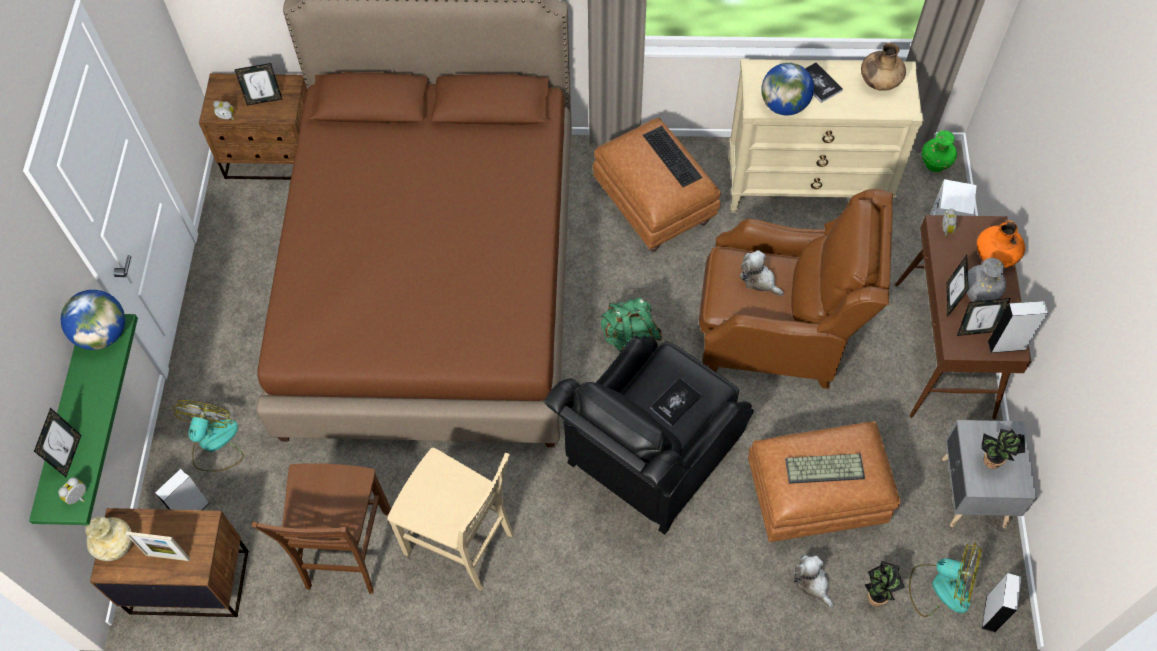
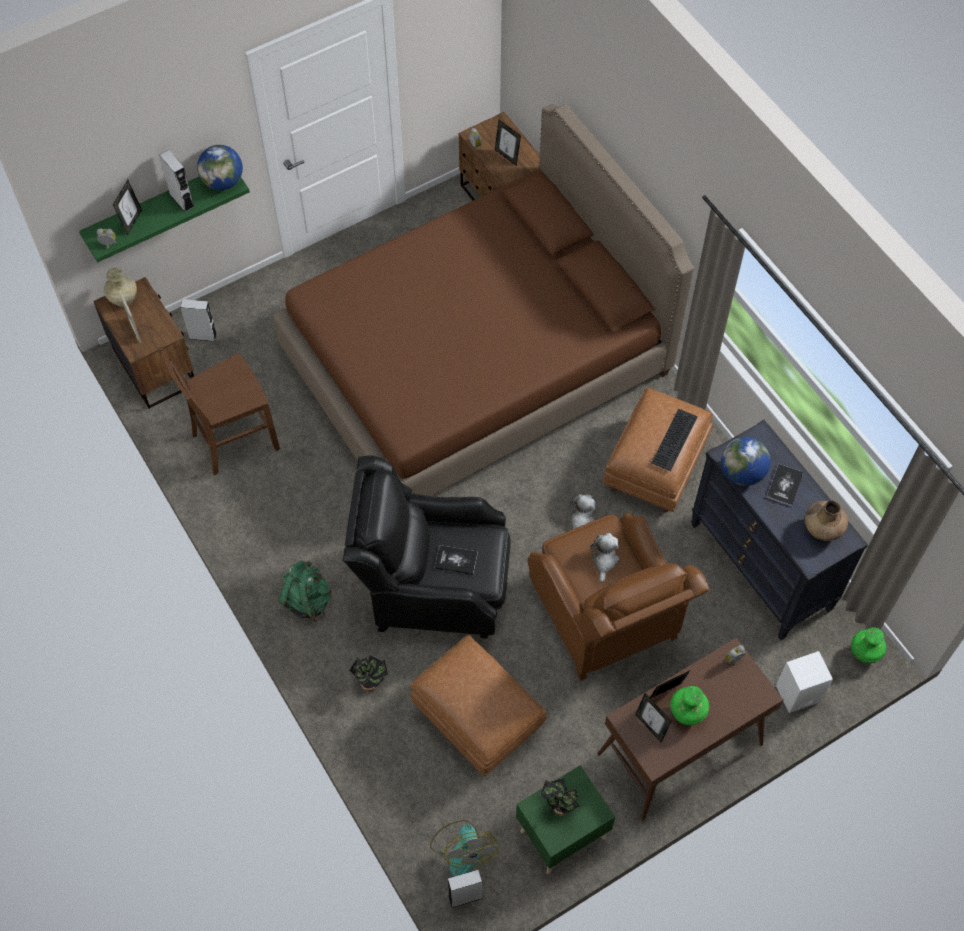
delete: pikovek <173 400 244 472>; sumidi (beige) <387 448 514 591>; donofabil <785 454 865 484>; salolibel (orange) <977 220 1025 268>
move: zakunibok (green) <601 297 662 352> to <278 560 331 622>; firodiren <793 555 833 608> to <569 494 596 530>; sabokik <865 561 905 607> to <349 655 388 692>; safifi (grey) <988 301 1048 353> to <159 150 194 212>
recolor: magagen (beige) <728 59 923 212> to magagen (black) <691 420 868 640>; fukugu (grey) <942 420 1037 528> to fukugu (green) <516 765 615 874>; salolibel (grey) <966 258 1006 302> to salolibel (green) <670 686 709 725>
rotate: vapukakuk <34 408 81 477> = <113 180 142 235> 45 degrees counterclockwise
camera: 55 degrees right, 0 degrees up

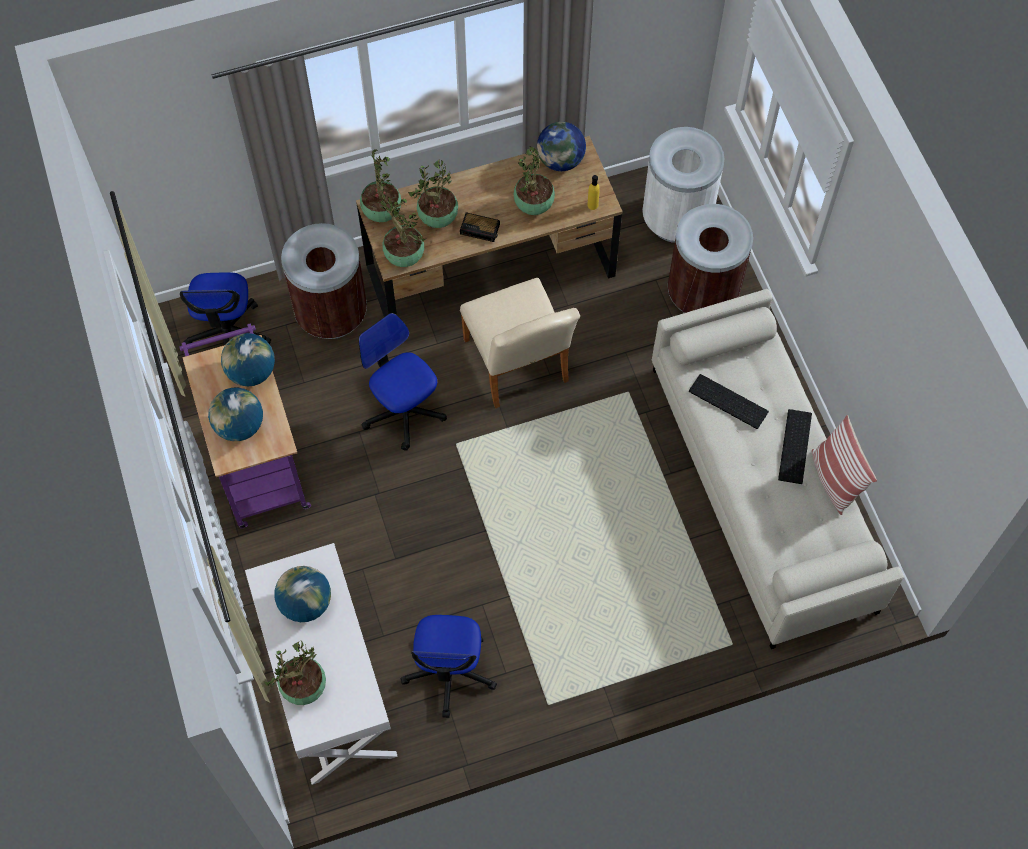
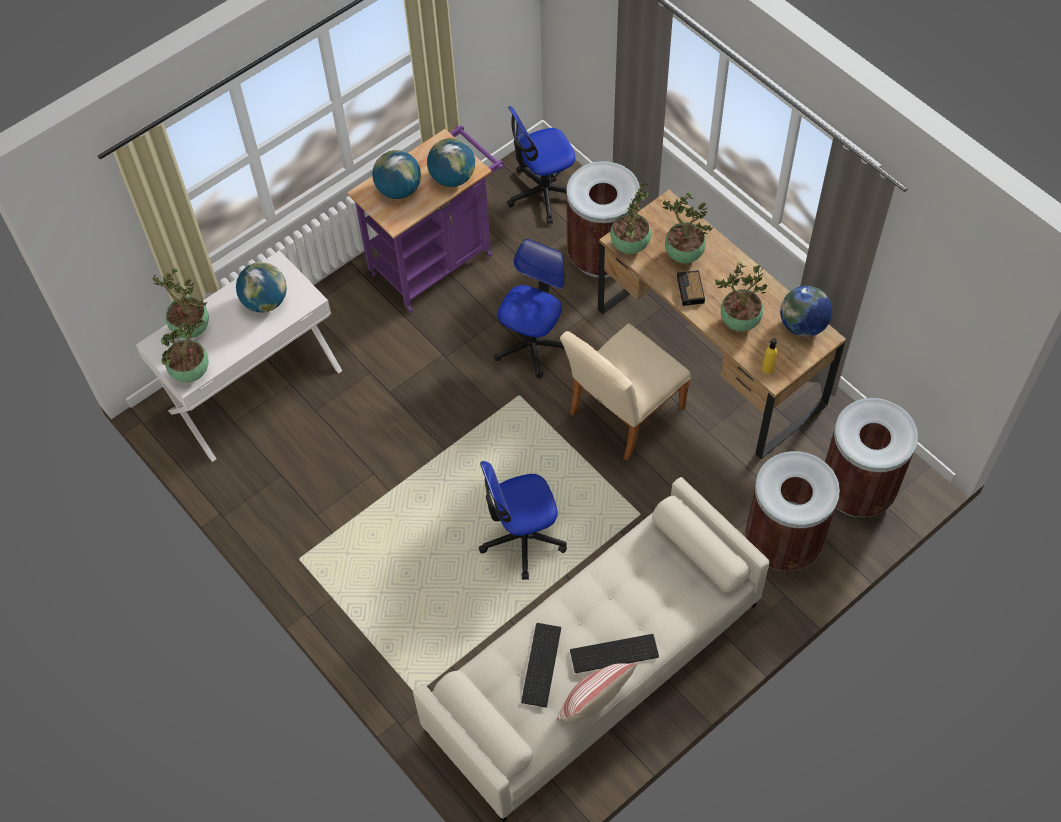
move: sabokik <360 149 401 222> to <161 319 209 382>; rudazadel <401 615 497 718> to <479 461 567 580>; donofabil <689 374 769 429> to <521 623 561 707>
recolor: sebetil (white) <642 127 724 243> to sebetil (brown) <825 398 918 517>
camera: 70 degrees right, 5 degrees down

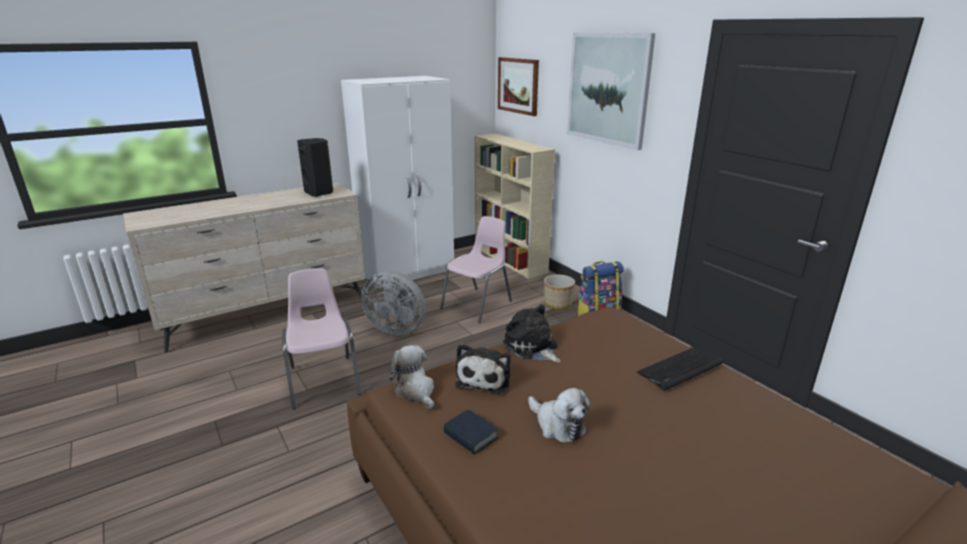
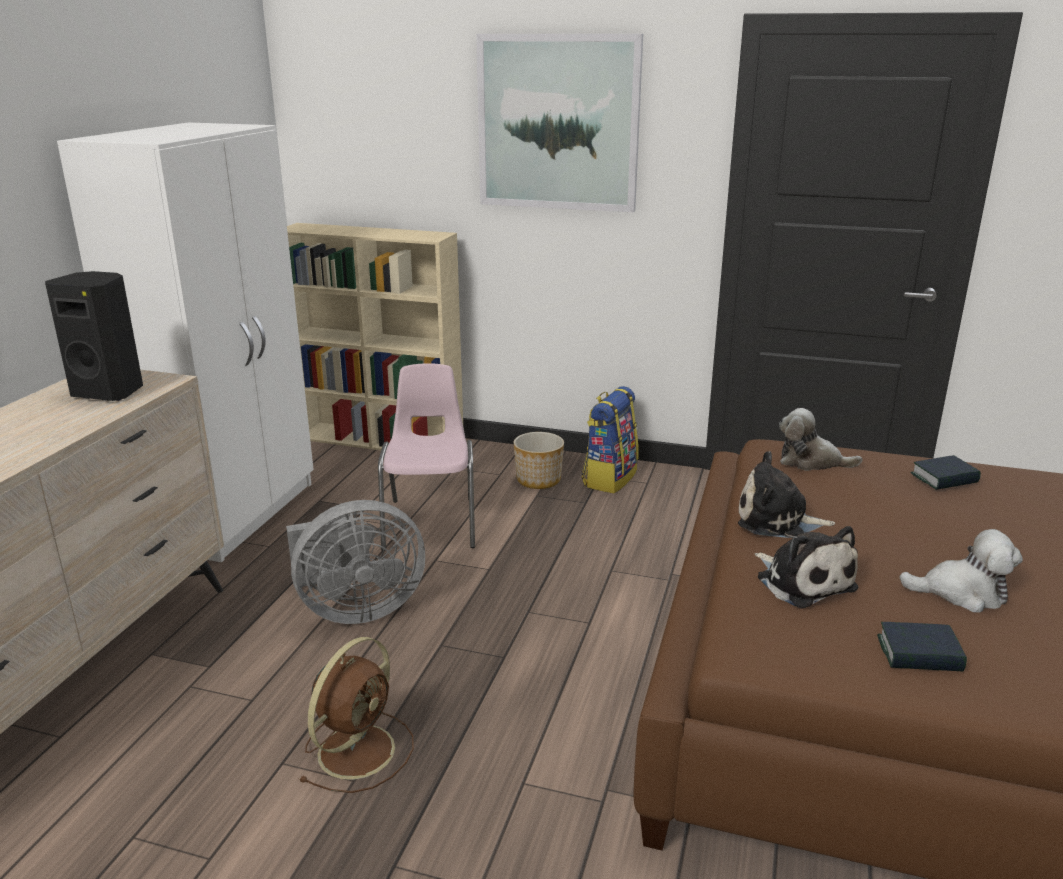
delete: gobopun <498 57 539 116>
move: firodiren <389 345 434 409> to <779 408 862 471>
replace: sumidi (pink) <282 268 361 409> to pikovek (brown) <299 637 414 793>; donofabil <637 347 724 390> to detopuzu <910 455 981 490>
camera: 40 degrees left, 0 degrees up

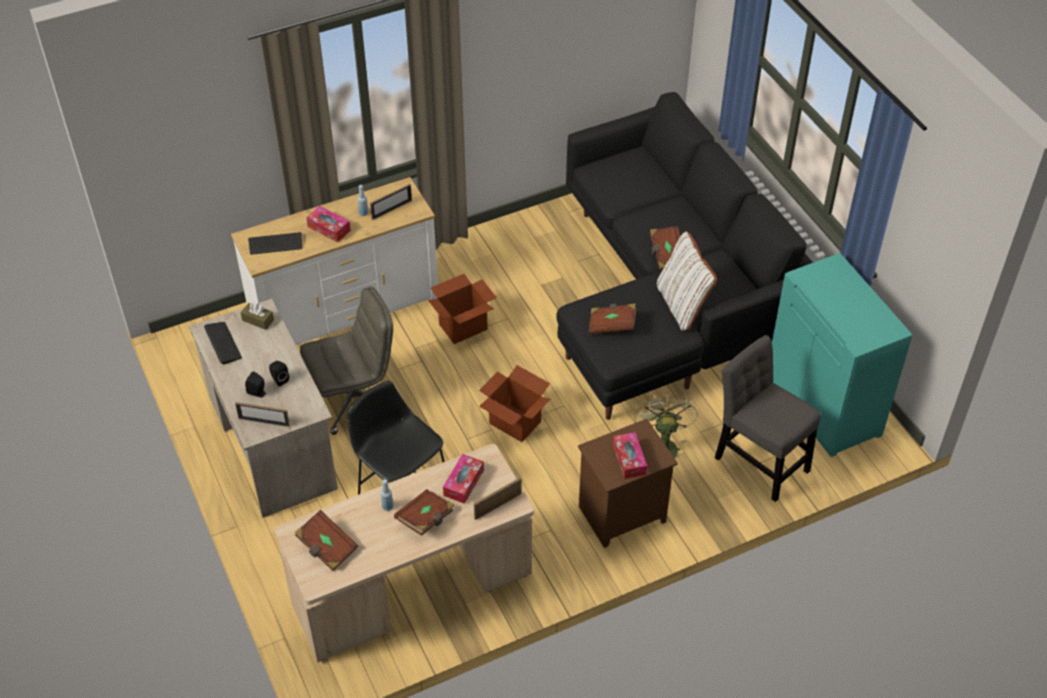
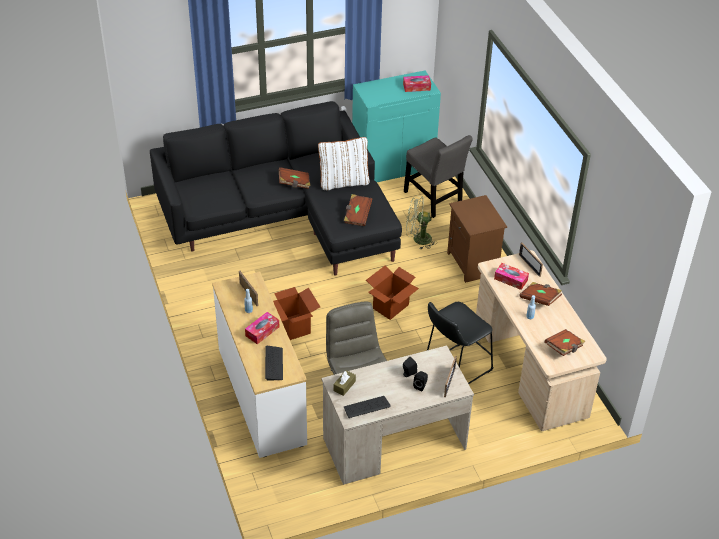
move: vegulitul <613 432 647 479> to <403 75 431 92>
rotate: sumidi (grey) <715 335 821 502> = <404 135 473 218> 90 degrees counterclockwise
camera: 85 degrees left, 5 degrees down

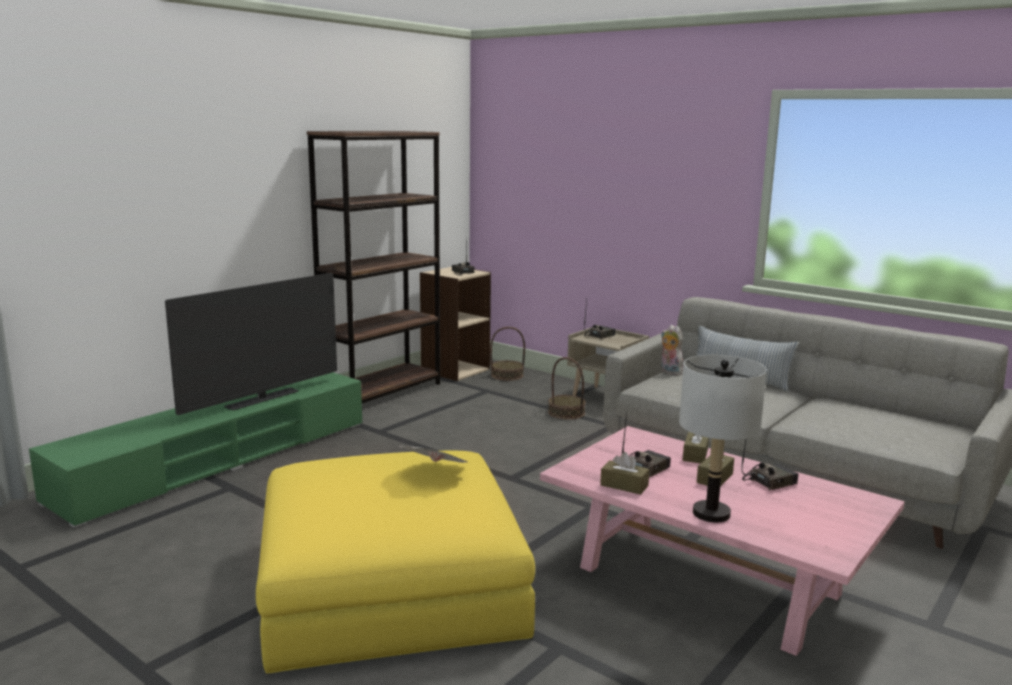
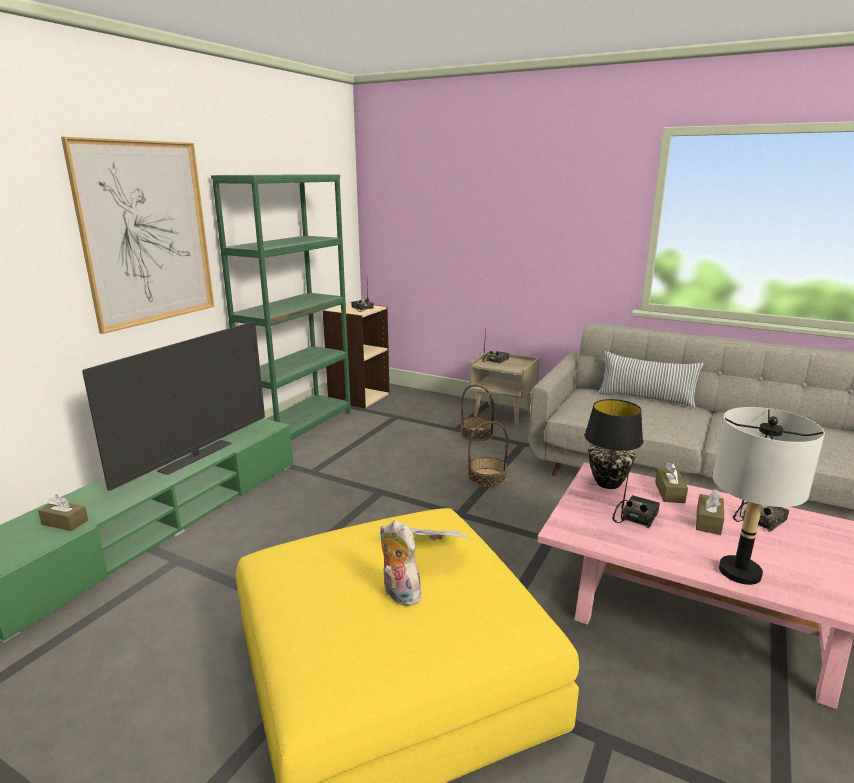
insert: gobopun <61 137 214 334>; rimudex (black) <584 399 643 489>
move: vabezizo <490 327 525 381> to <468 421 508 487>; vegulitul (brown) <600 452 650 494> to <38 494 88 531>; firodiren <661 325 683 375> to <380 520 425 606>
recolor: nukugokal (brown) <307 131 440 403> to nukugokal (green) <211 174 351 440>
camera: 10 degrees left, 5 degrees up

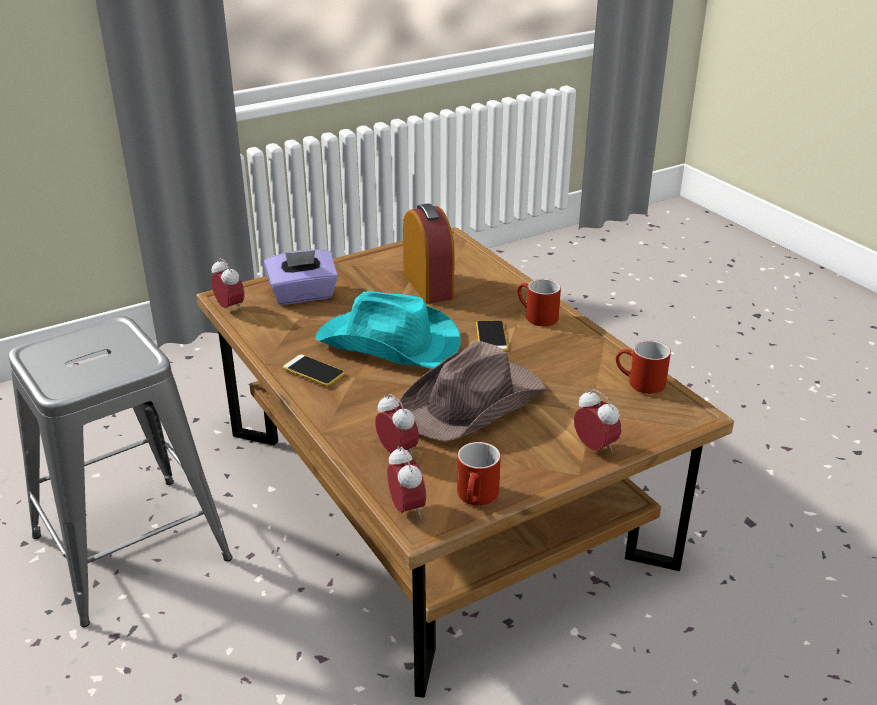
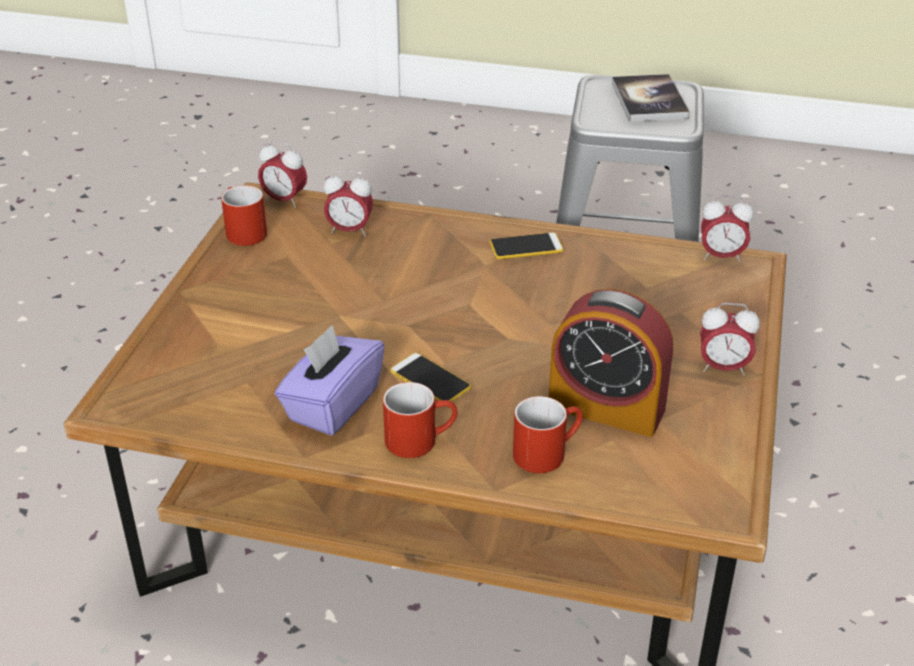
delete: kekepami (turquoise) <316 291 461 369>; kekepami (brown) <398 341 547 442>
insert: detopuzu <612 74 689 122>
move: vegulitul (purple) <264 250 338 305> to <275 325 385 436>; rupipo <574 389 621 453> to <700 303 760 376>; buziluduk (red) <616 340 671 394> to <513 396 583 473>
camera: 135 degrees right, 5 degrees up

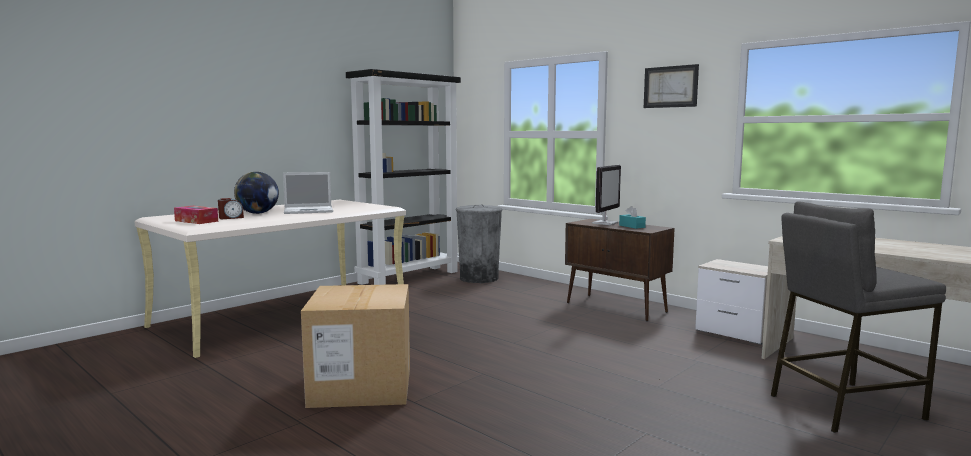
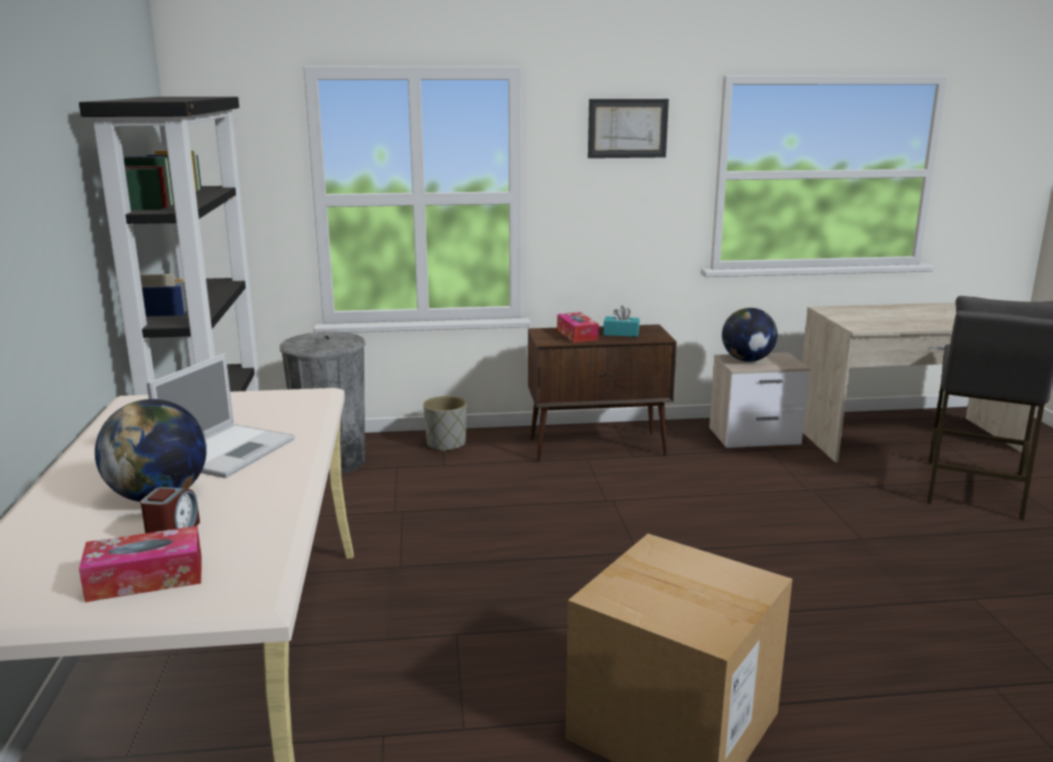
insert: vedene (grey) <423 396 467 452>; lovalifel <722 308 777 362>
replace: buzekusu <592 165 621 225> to vegulitul <557 312 599 343>
camera: 50 degrees left, 10 degrees up

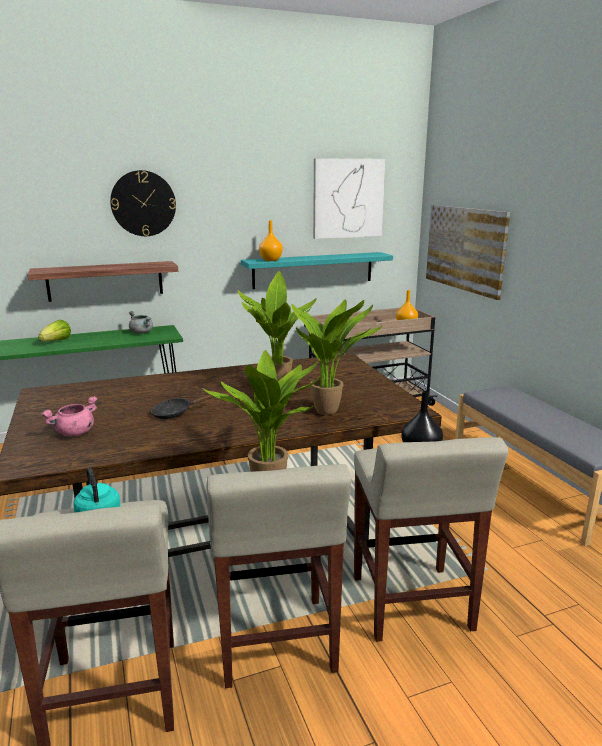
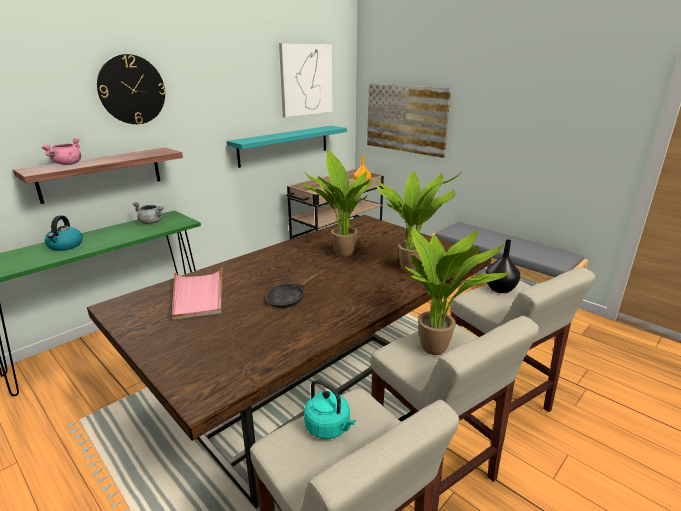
delete: salolibel (orange) <259 221 283 261>
insert: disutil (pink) <172 267 222 321>
move: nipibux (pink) <41 396 97 436> to <41 138 81 165>
replace: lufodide <38 320 71 341> to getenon <45 216 83 251>
camera: 25 degrees left, 5 degrees up

